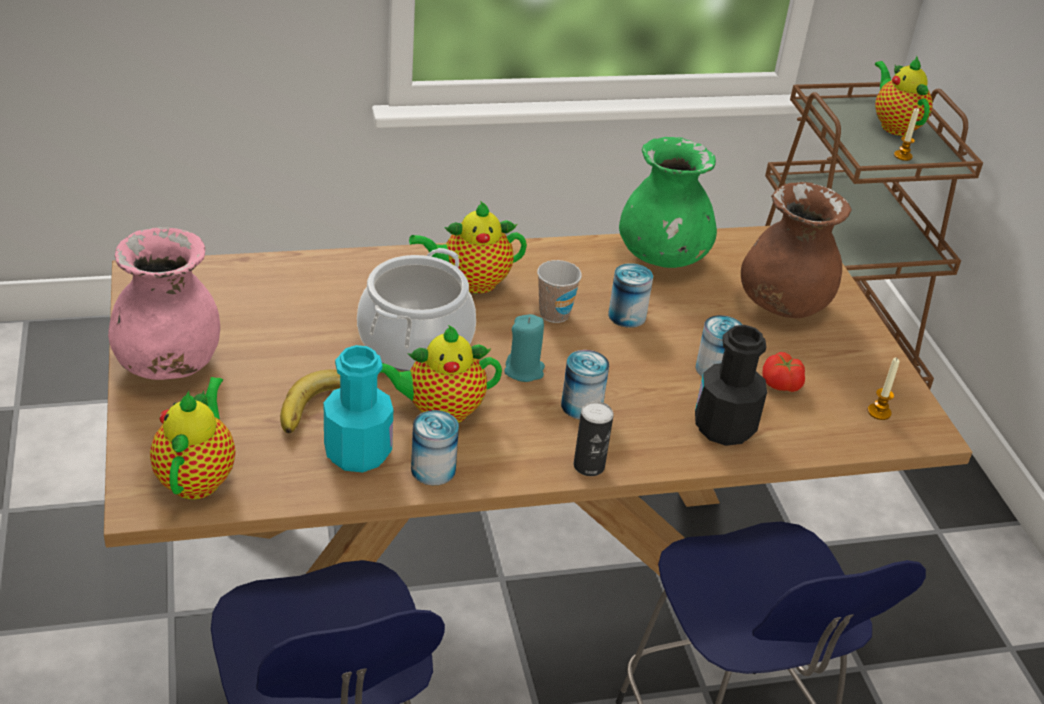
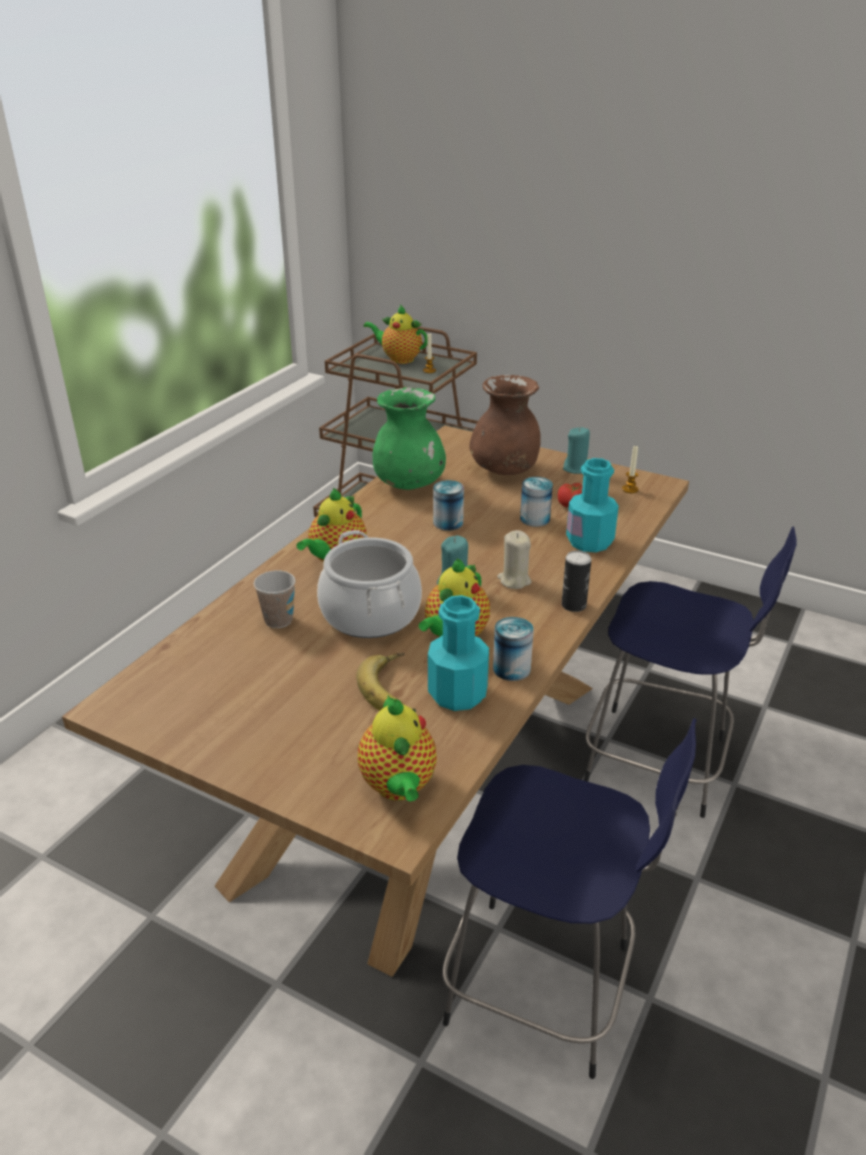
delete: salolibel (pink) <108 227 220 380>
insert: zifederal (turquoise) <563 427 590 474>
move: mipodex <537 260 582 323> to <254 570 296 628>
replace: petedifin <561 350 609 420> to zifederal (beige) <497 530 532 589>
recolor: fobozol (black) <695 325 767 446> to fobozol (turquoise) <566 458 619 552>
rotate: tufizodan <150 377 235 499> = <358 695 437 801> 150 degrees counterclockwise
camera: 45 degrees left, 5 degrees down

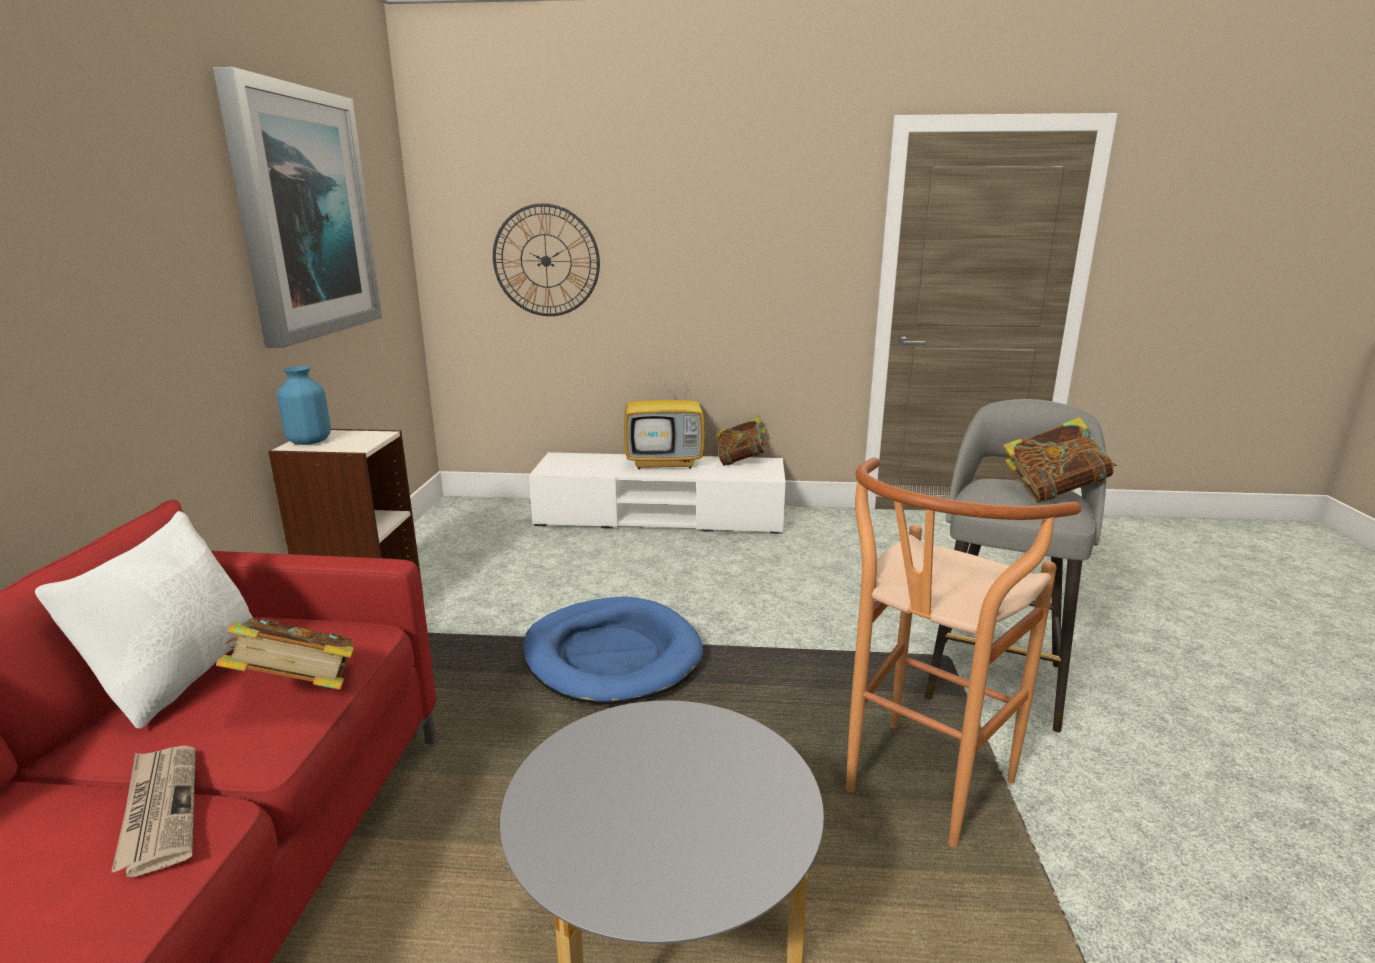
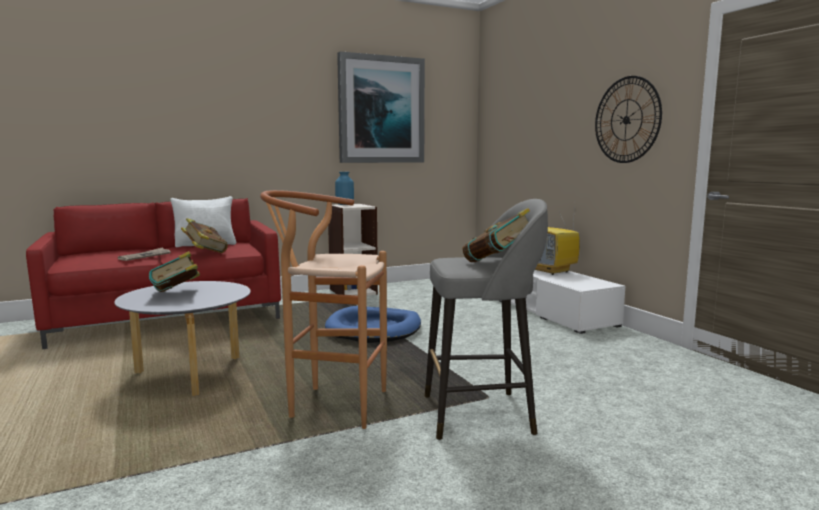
move: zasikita <493 203 600 316> to <595 76 662 163>; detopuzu <716 417 769 466> to <149 251 200 292>
camera: 60 degrees right, 10 degrees down

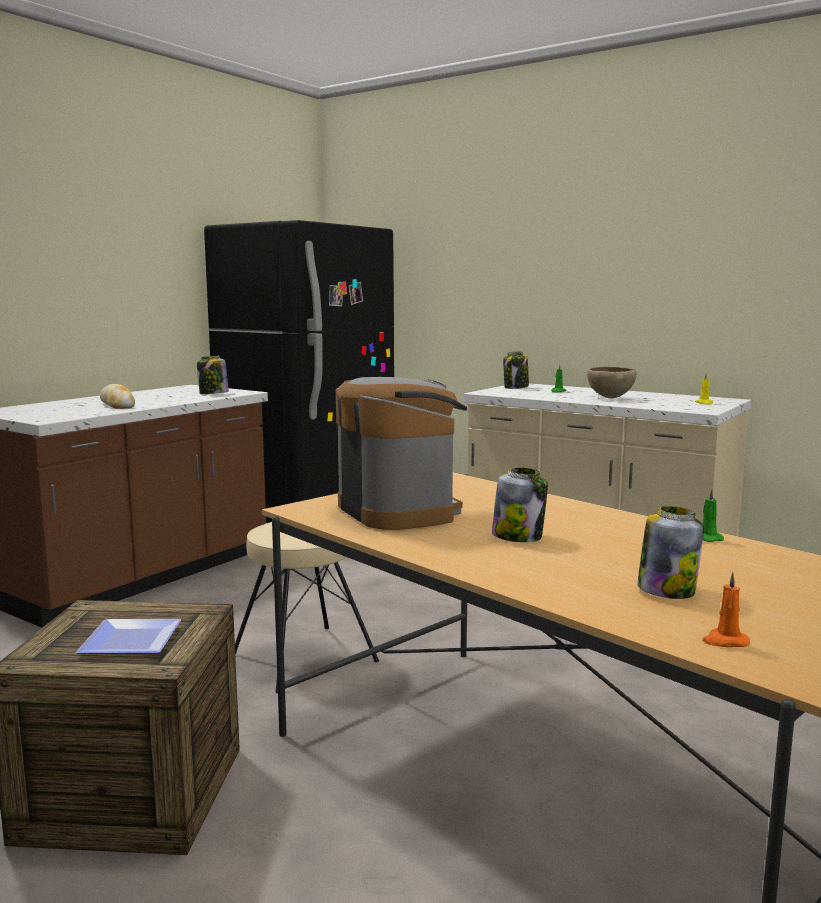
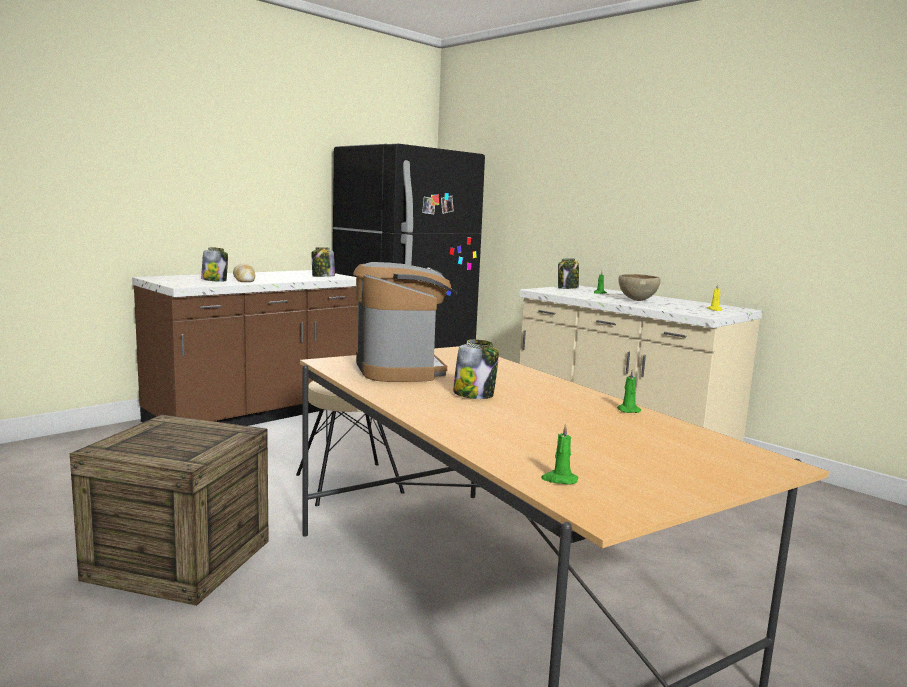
delete: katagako <75 619 182 654>
move: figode <638 506 704 599> to <201 247 228 282>
recolor: zifederal (orange) <702 572 750 647> to zifederal (green) <541 423 578 484>
camera: 10 degrees right, 0 degrees up

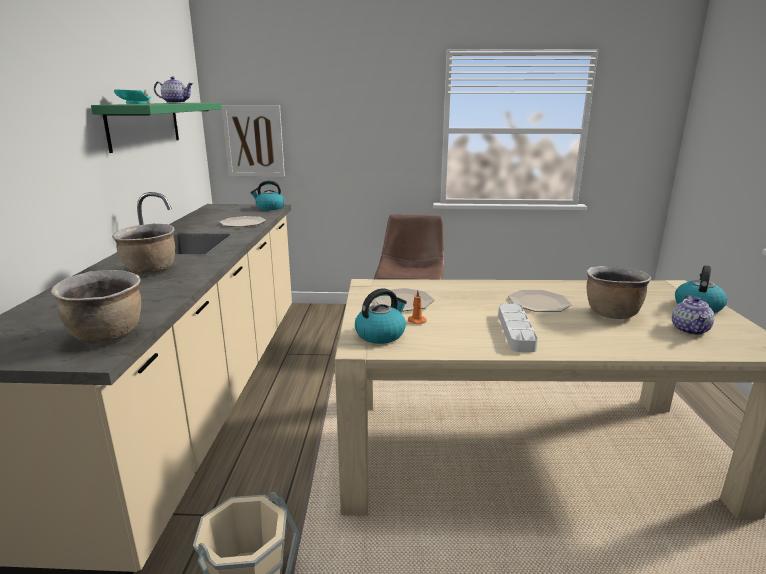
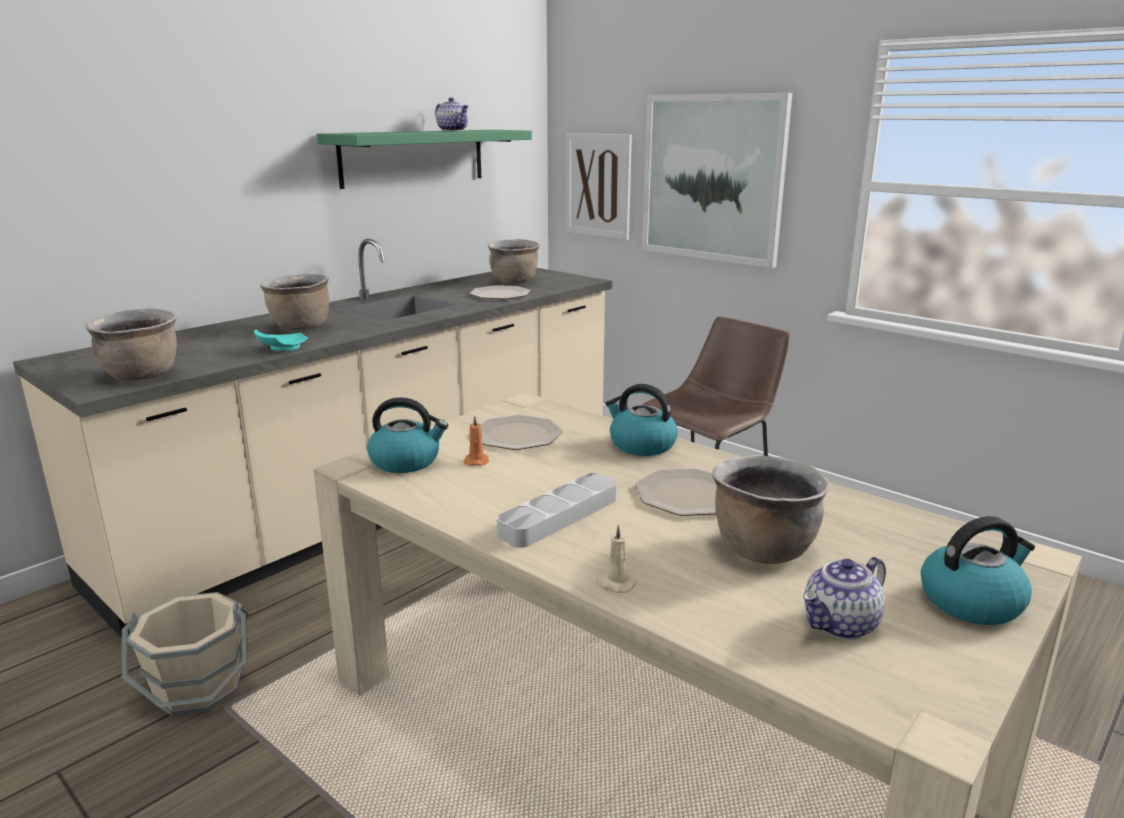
insert: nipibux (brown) <488 239 540 284>; zifederal (beige) <596 525 636 593>; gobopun <642 93 792 268>
move: katagako (turquoise) <114 90 152 104> to <254 329 308 351>; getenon <250 180 285 210> to <605 384 678 456>
camera: 40 degrees right, 0 degrees up

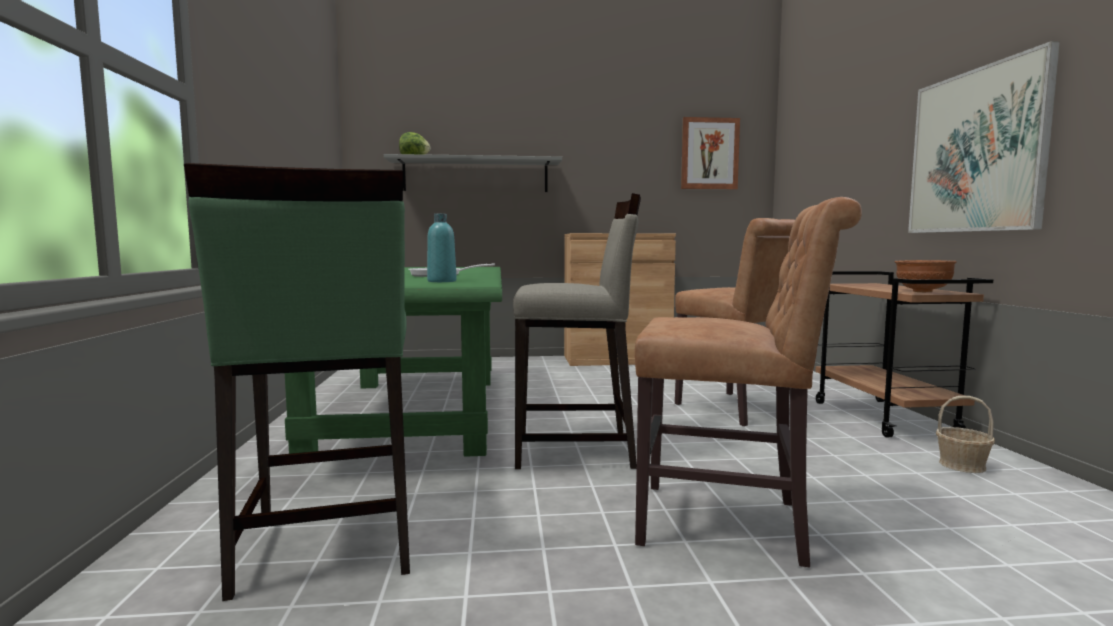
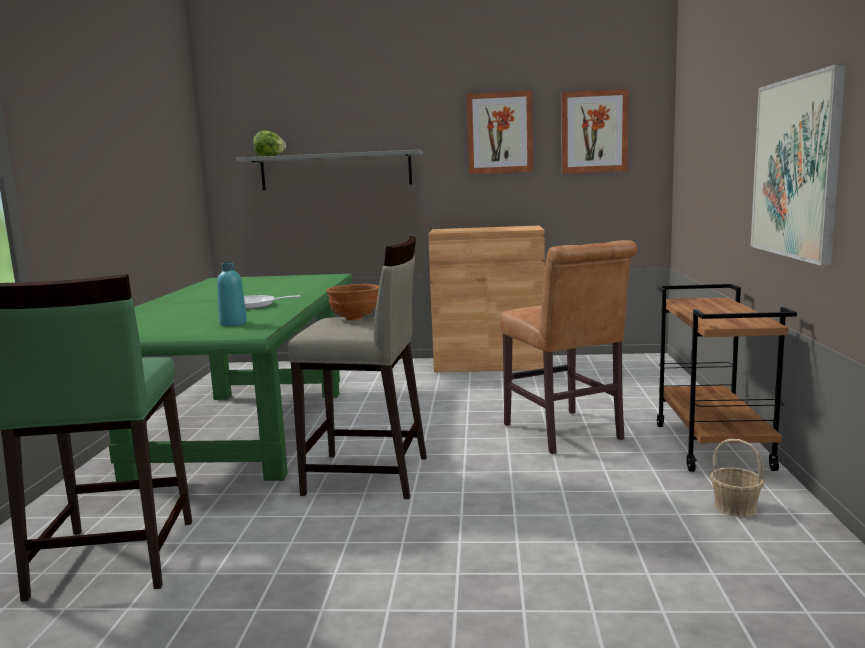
delete: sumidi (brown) <634 197 862 567>
insert: gobopun <467 90 533 174>
move: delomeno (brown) <894 260 957 292> to <326 284 379 320>
camera: 10 degrees right, 5 degrees up

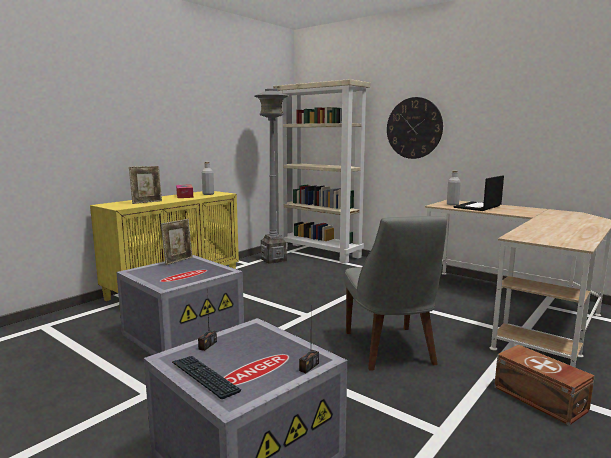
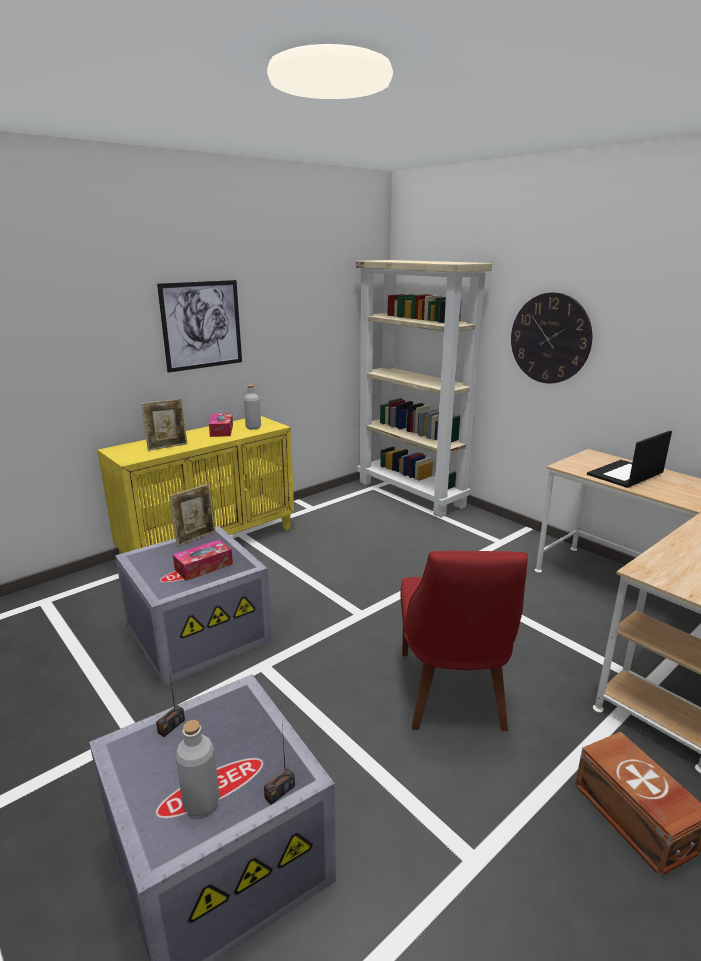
delete: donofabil <172 356 241 399>; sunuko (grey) <255 89 288 264>
insert: gobopun <157 280 242 373>; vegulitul <173 540 233 581>
move: fobozol (grey) <447 171 461 205> to <175 720 220 816>
recolor: sumidi (grey) <344 216 447 371> to sumidi (red) <400 551 528 731>
camera: 10 degrees right, 10 degrees up

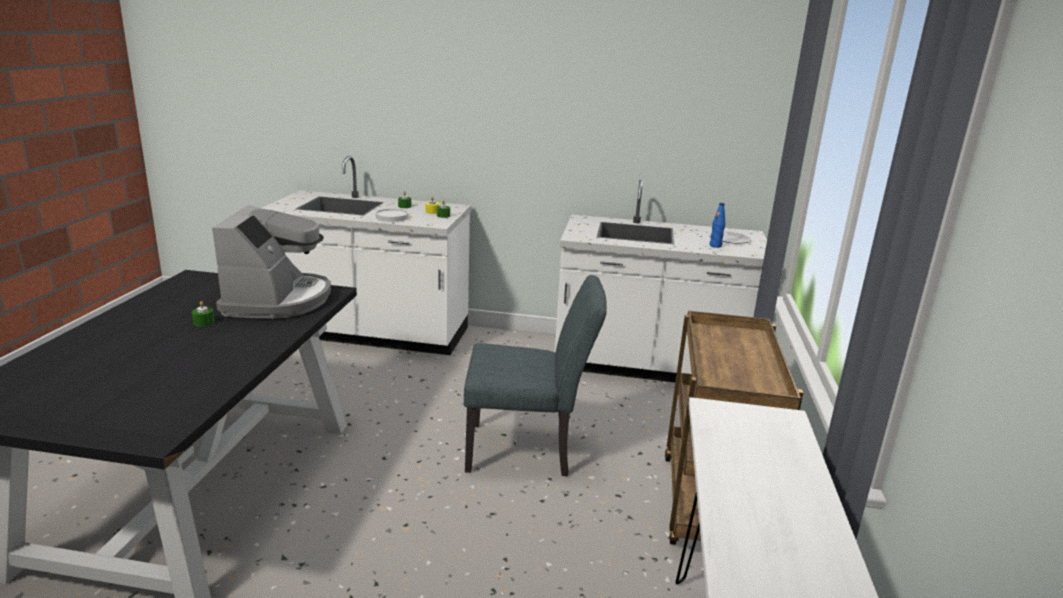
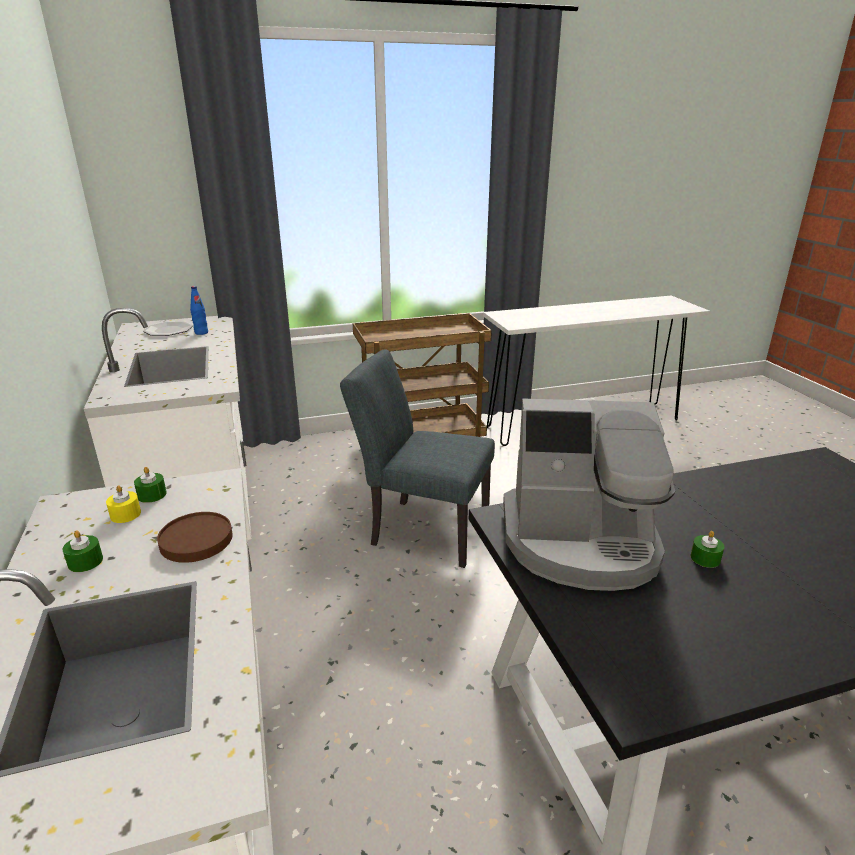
recolor: katagako (white) <376 209 408 222> to katagako (brown) <157 512 232 563>
rotate: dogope <212 205 331 319> = <503 398 675 591> 150 degrees counterclockwise; sumidi (grey) <464 275 607 476> = <340 349 495 568> 45 degrees counterclockwise
camera: 115 degrees left, 5 degrees up

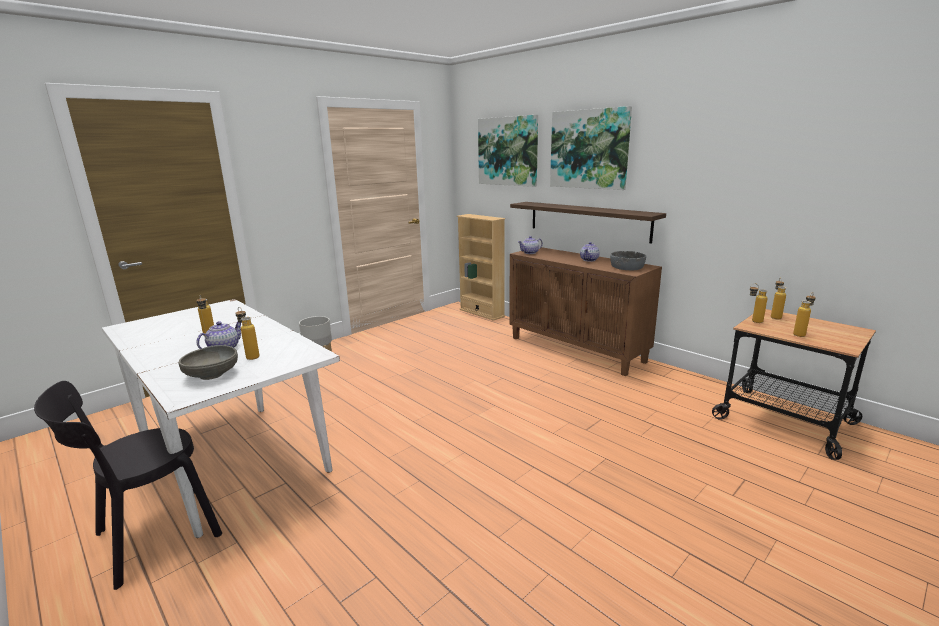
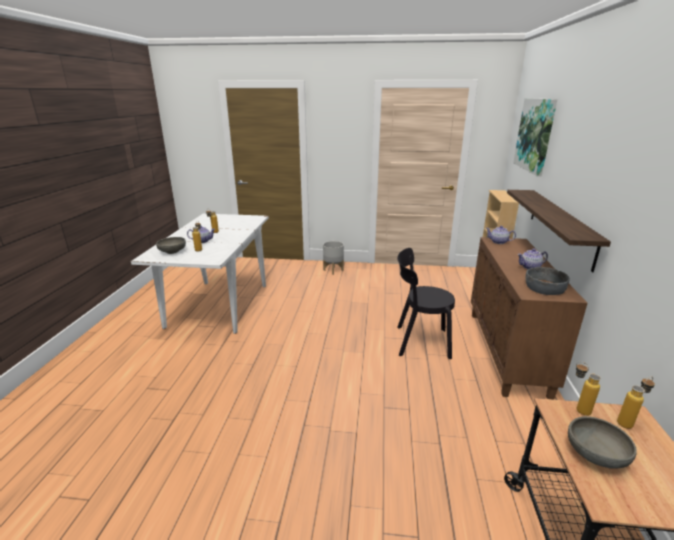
delete: gobopun <550 106 632 190>
move: sumidi (black) <34 381 222 590> to <397 248 455 359>
replace: fobozol <793 292 816 337> to delomeno (grey) <568 416 637 469>
camera: 50 degrees right, 5 degrees up

